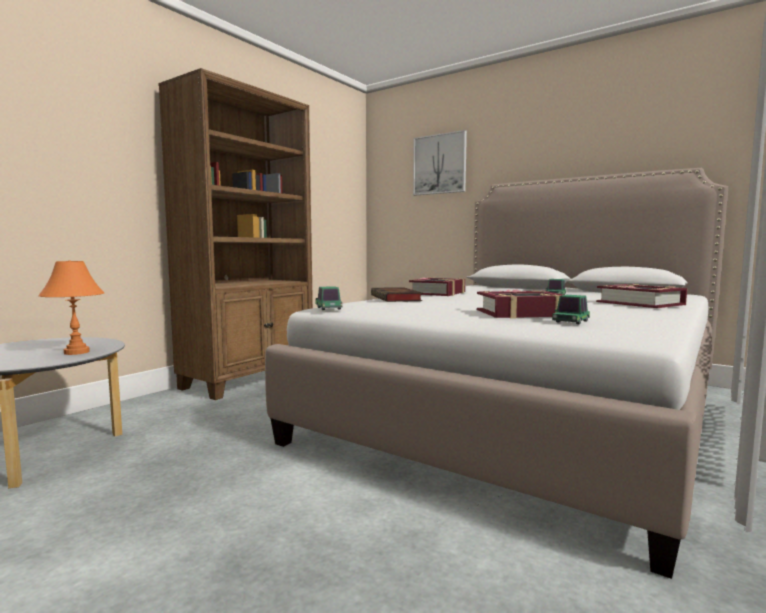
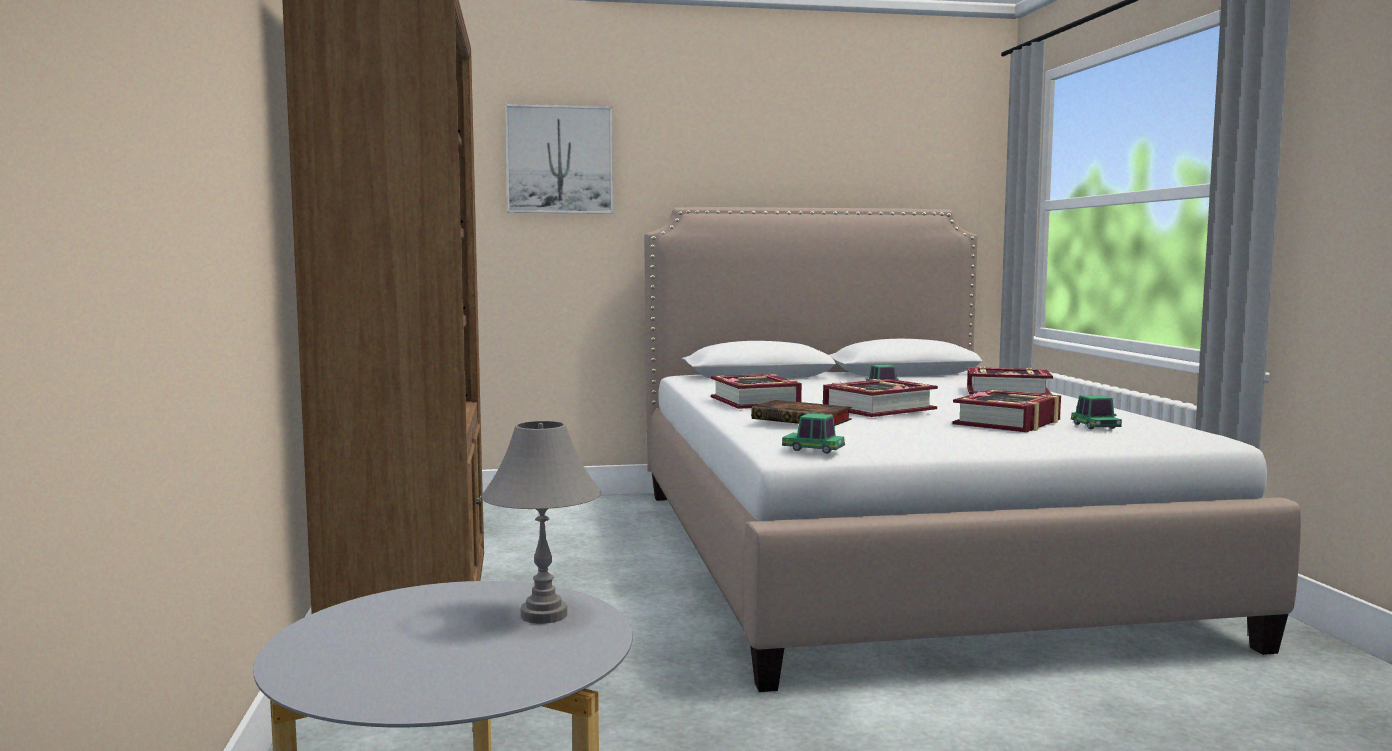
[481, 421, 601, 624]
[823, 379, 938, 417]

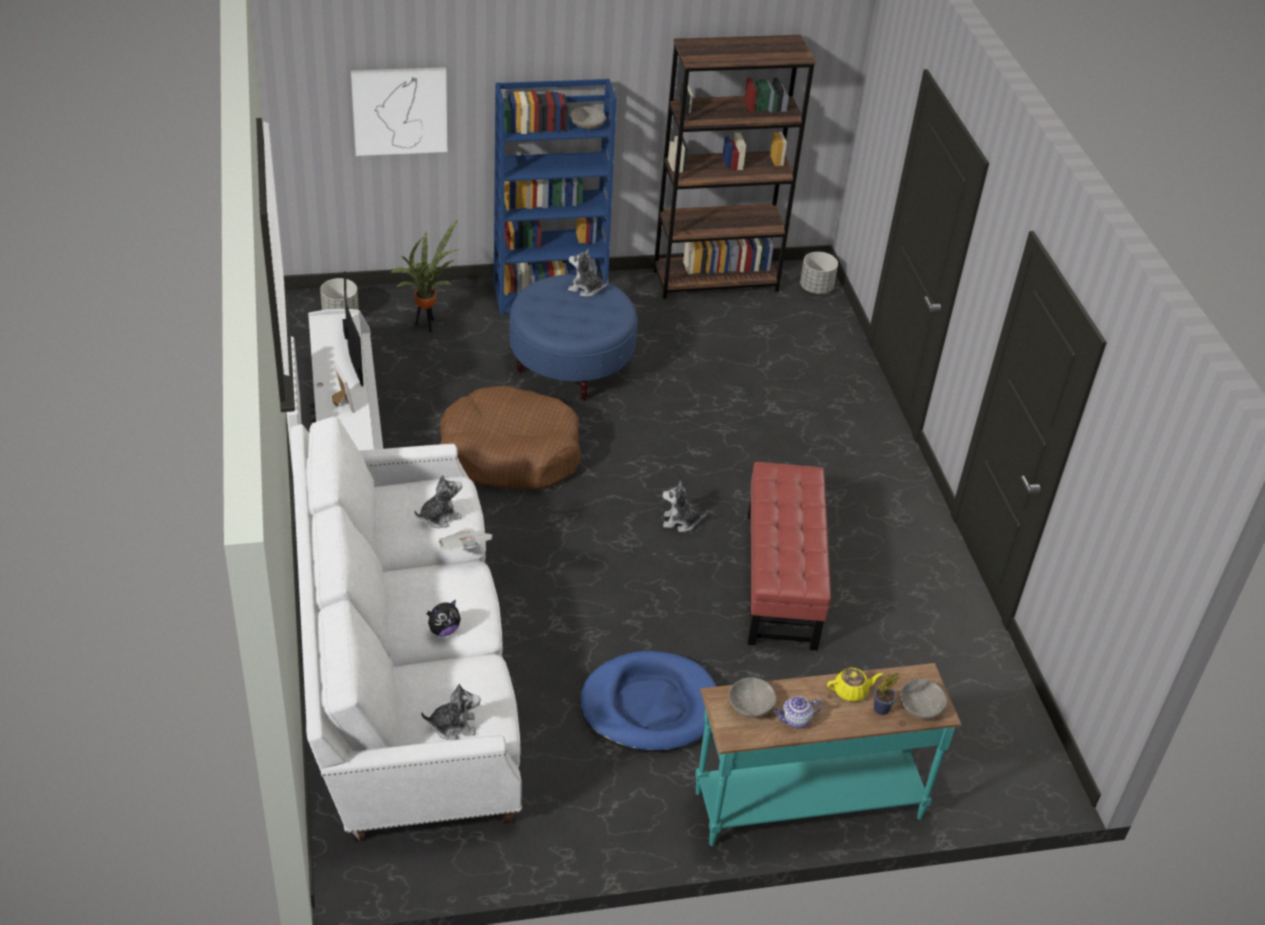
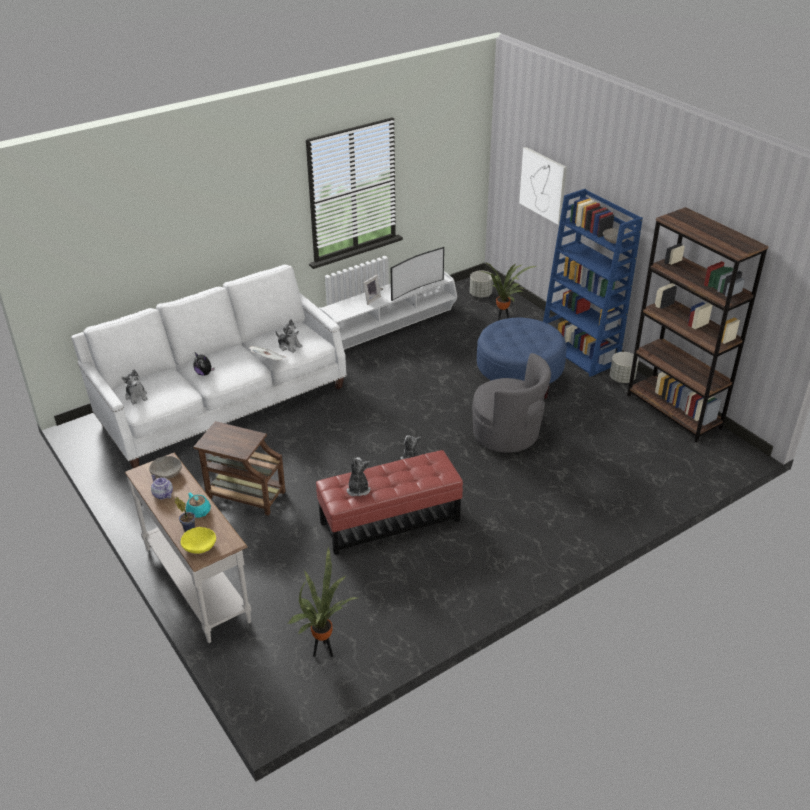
[346, 457, 371, 496]
[610, 352, 639, 383]
[440, 386, 581, 489] (first image)
[193, 421, 286, 516]
[125, 453, 251, 643]
[186, 493, 211, 518]
[181, 527, 216, 554]
[472, 353, 551, 453]
[287, 547, 358, 657]

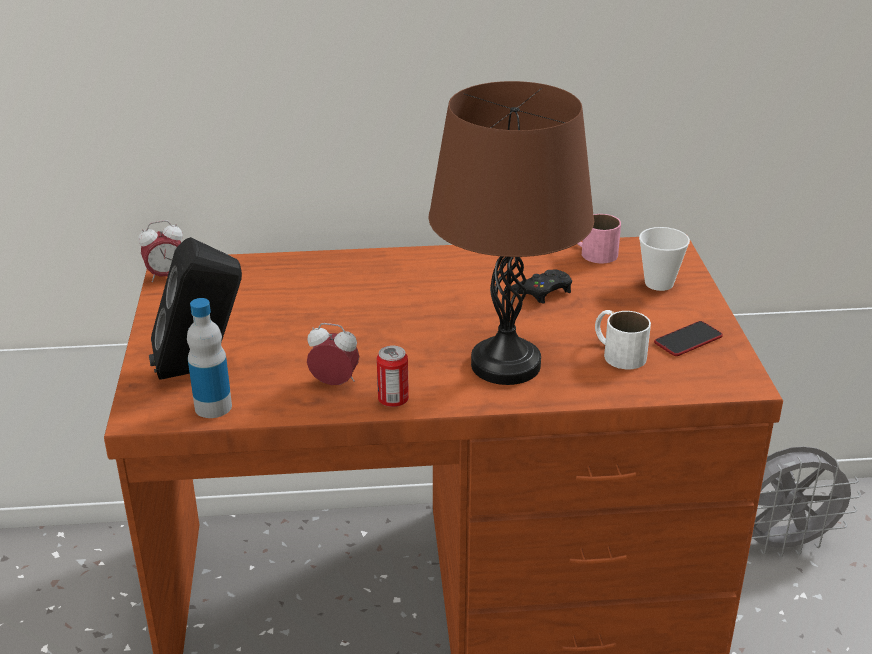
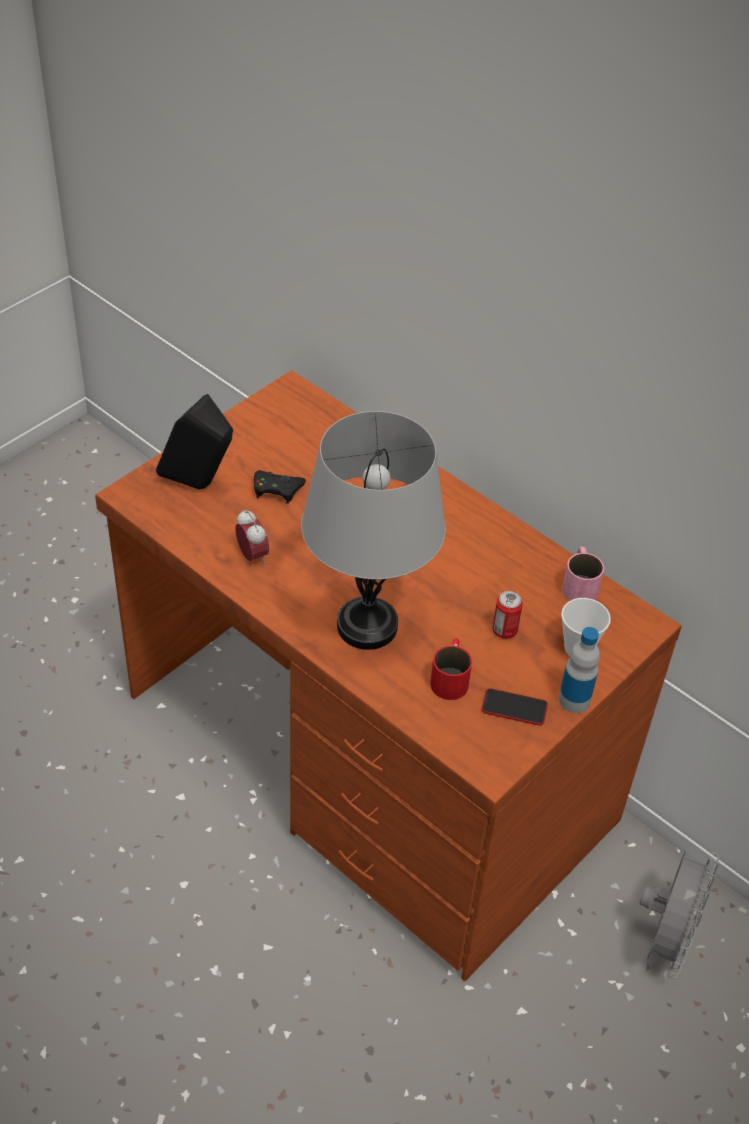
[301, 411, 446, 650]
[139, 220, 183, 282] (first image)
[254, 470, 306, 504]
[559, 627, 600, 713]
[430, 638, 472, 700]
[493, 591, 523, 639]
[639, 850, 719, 979]

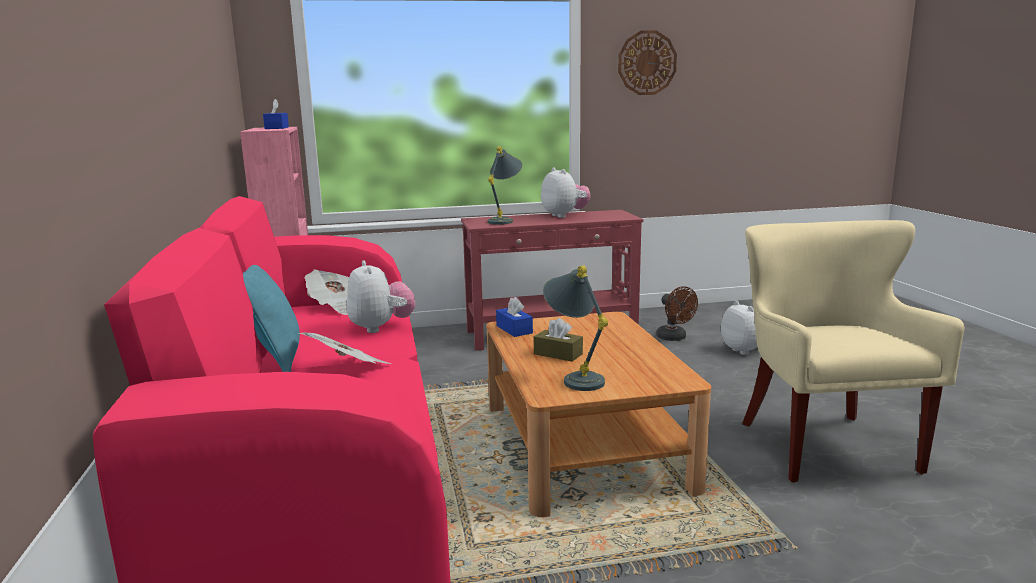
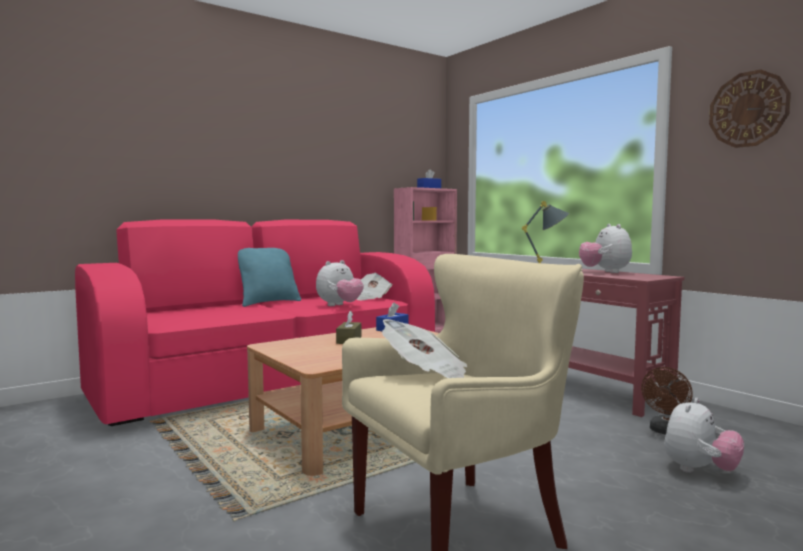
[579, 224, 632, 273]
[543, 266, 608, 391] (first image)
[382, 319, 467, 378]

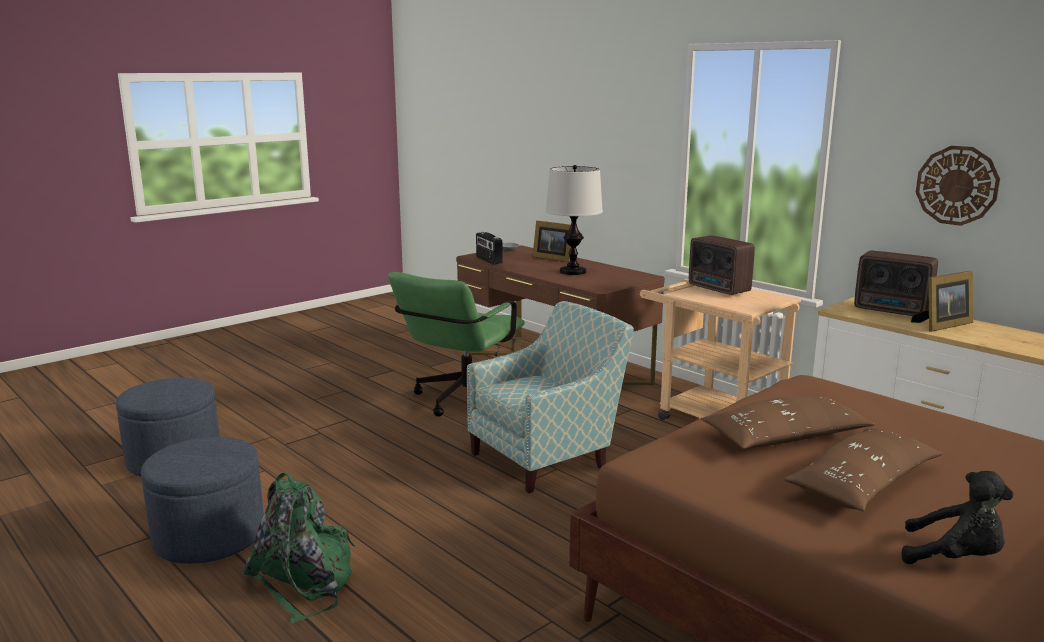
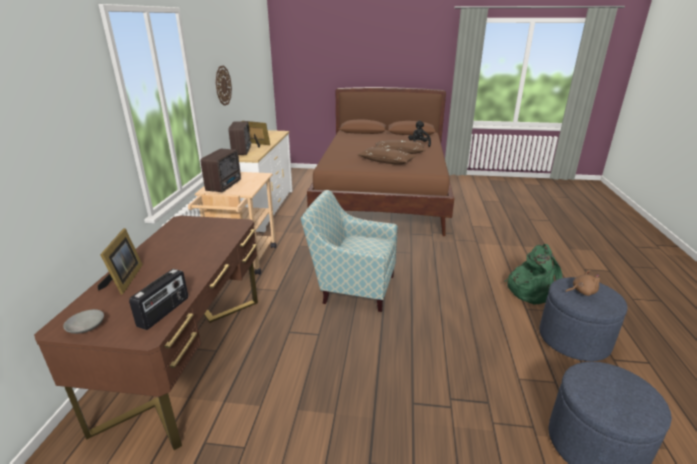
[546, 165, 603, 275] (first image)
[388, 272, 525, 417] (first image)
[565, 270, 600, 296]

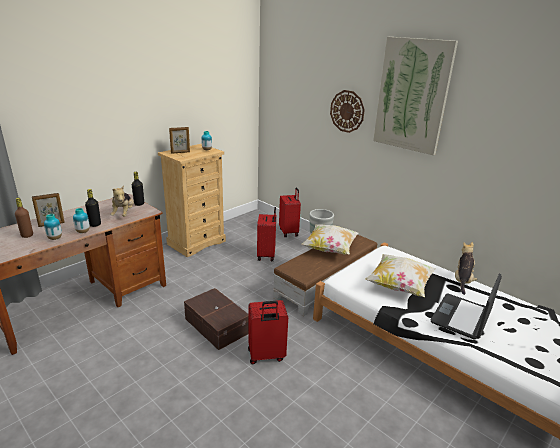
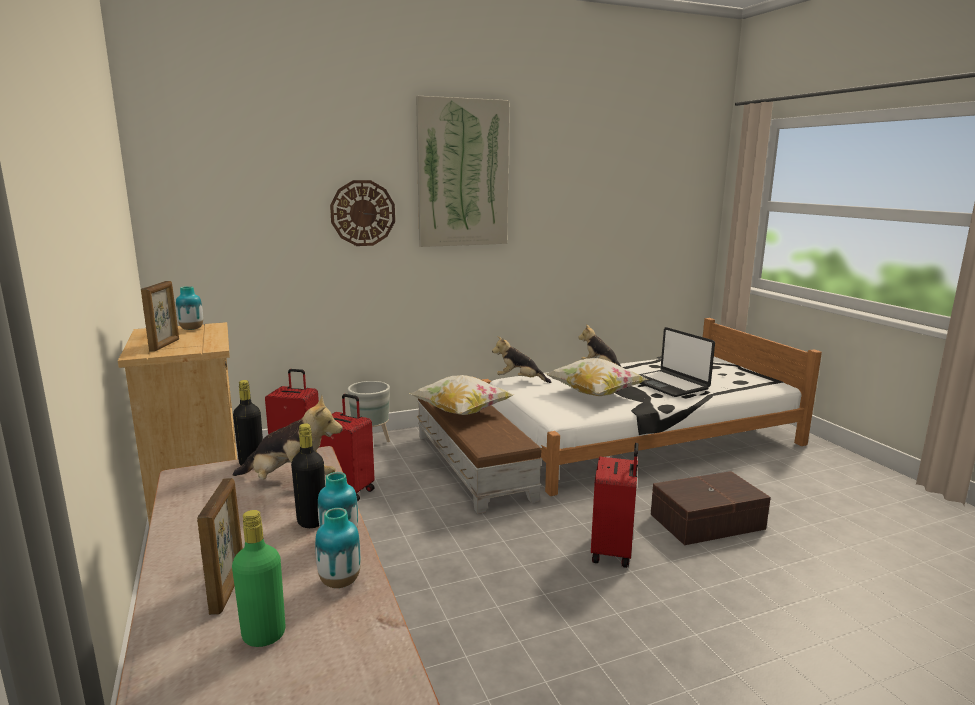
[232, 510, 286, 647]
[651, 471, 771, 545]
[492, 336, 551, 383]

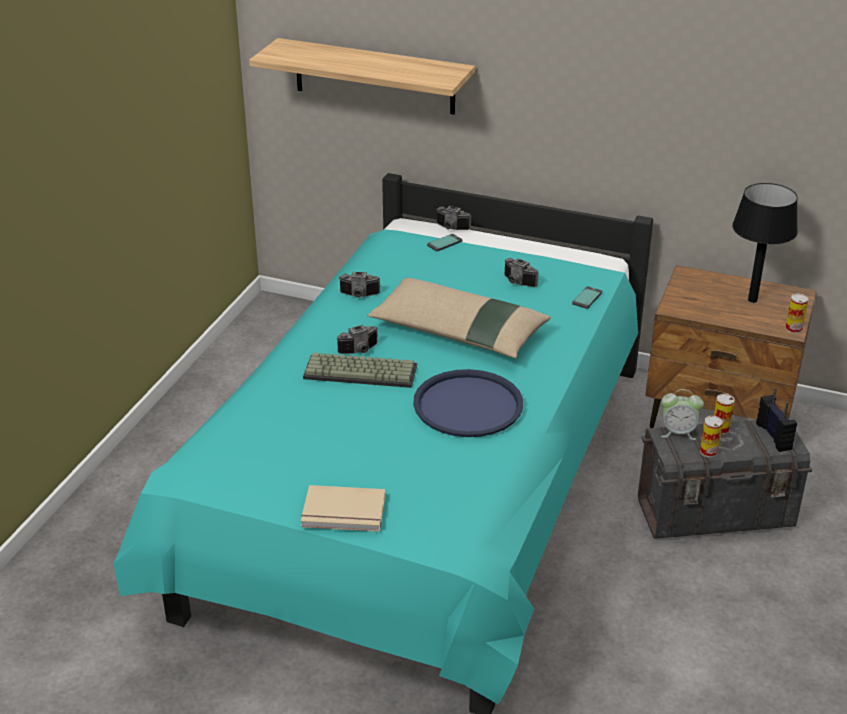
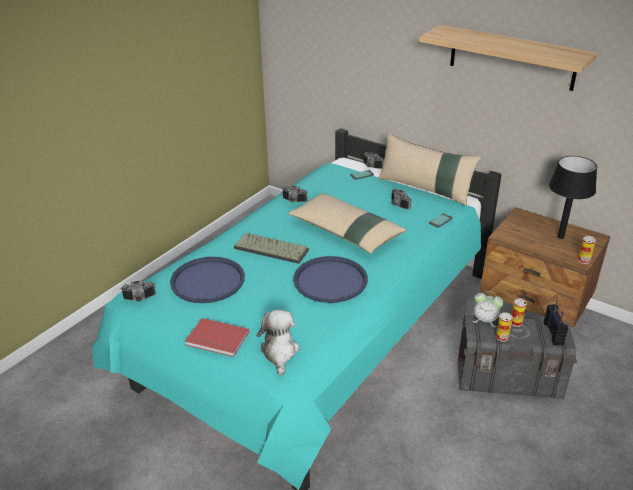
[419, 25, 598, 91]
[121, 280, 156, 302]
[185, 318, 249, 357]
[378, 133, 481, 206]
[170, 257, 245, 303]
[257, 310, 300, 376]

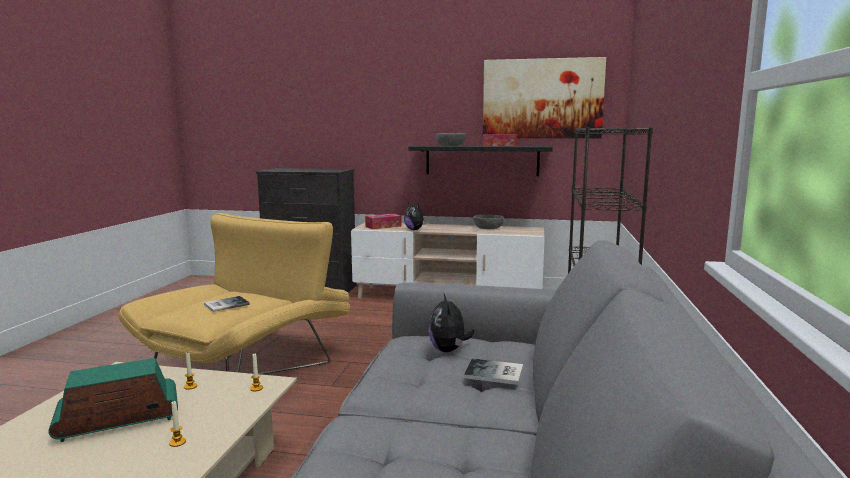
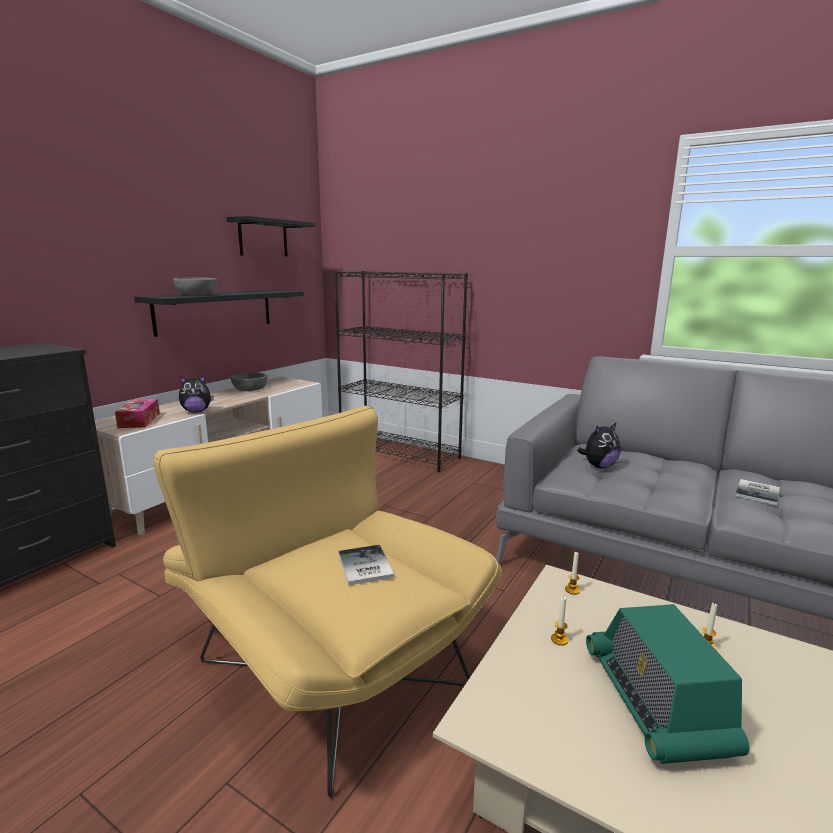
[227, 216, 315, 257]
[483, 134, 517, 146] (first image)
[577, 423, 621, 468]
[735, 479, 780, 505]

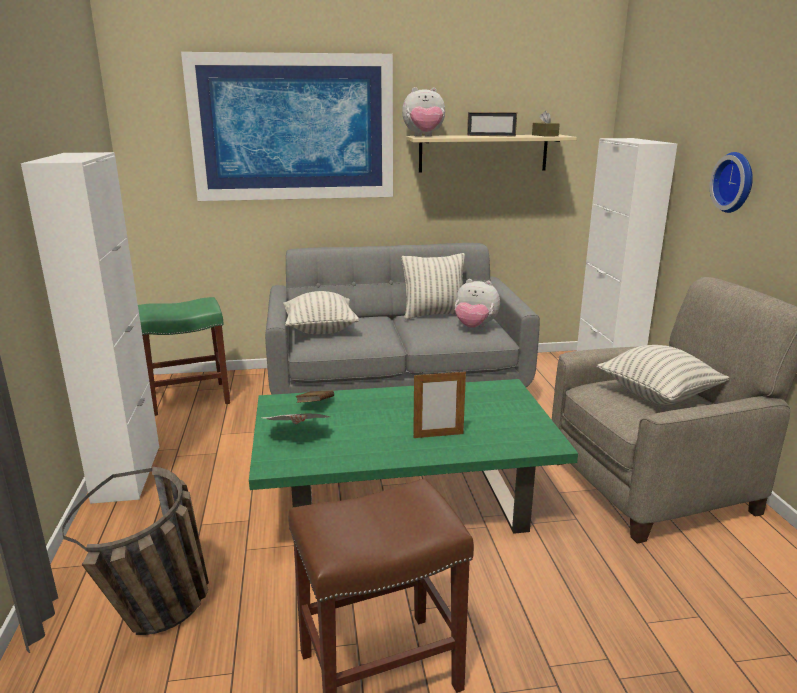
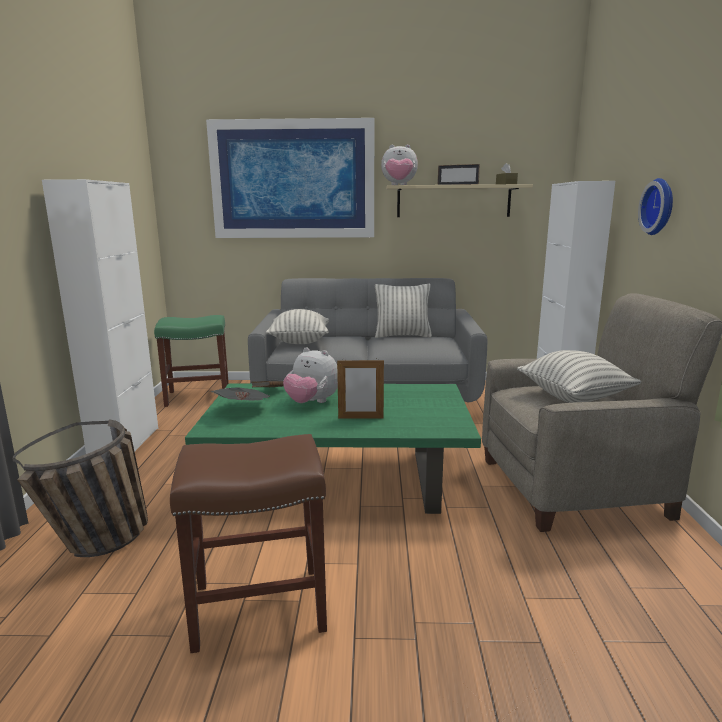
[283, 347, 338, 403]

